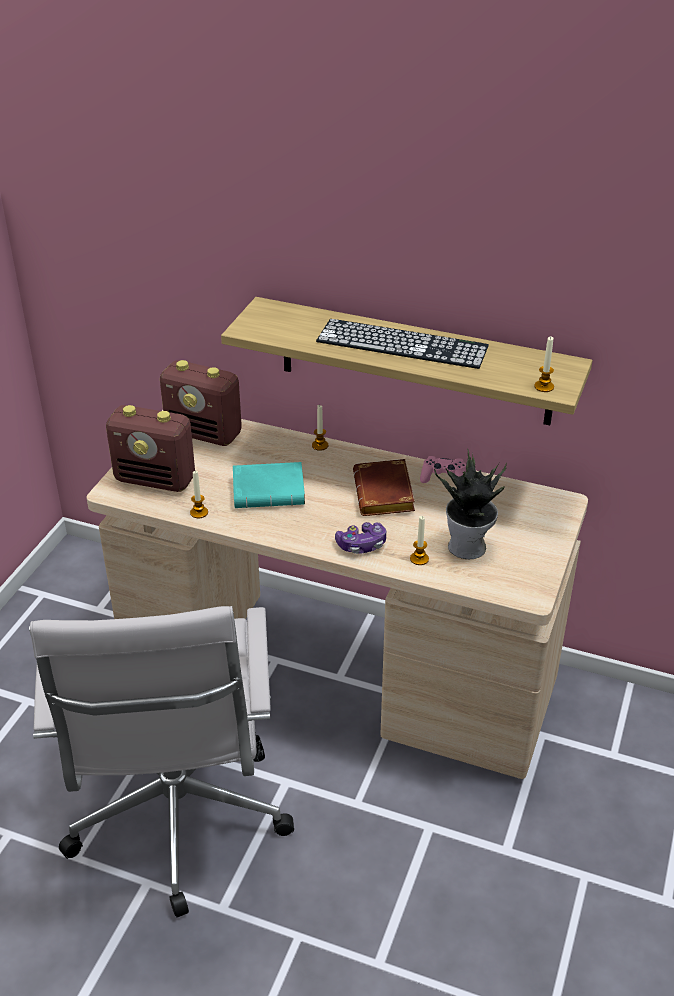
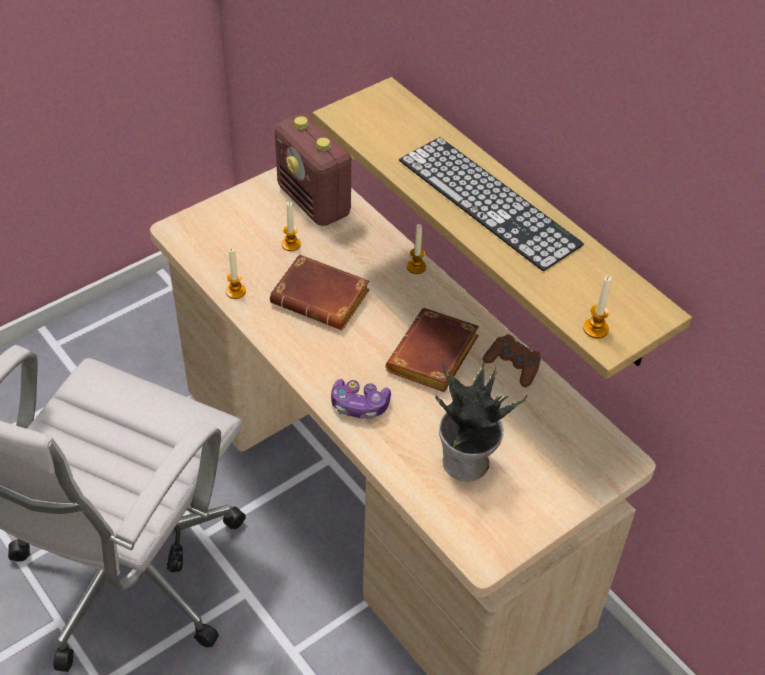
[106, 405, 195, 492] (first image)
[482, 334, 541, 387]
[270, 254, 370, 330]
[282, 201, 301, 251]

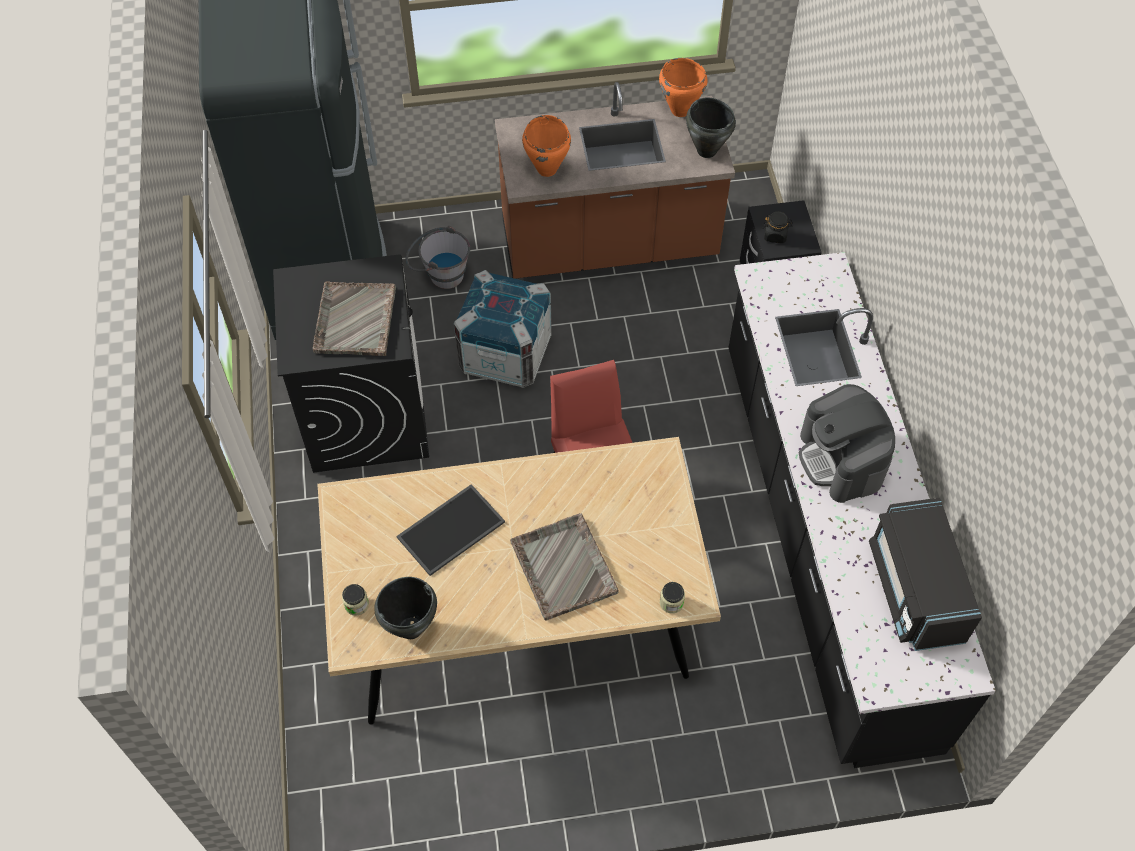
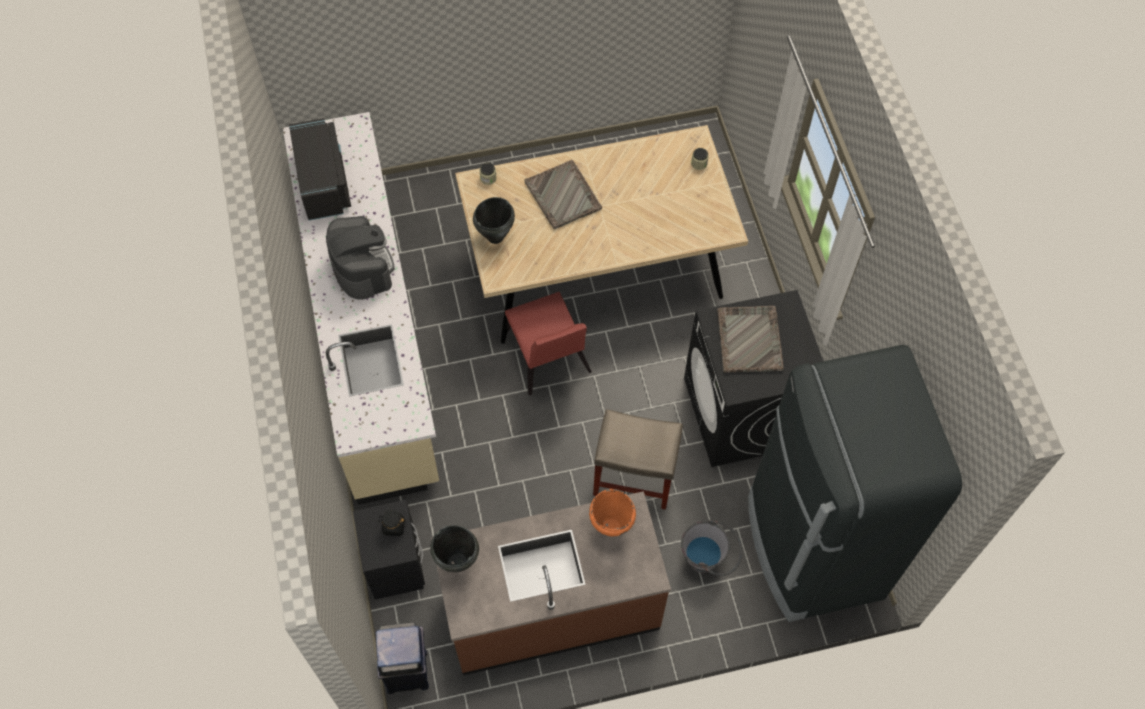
[659, 58, 708, 117] (first image)
[283, 112, 439, 505]
[593, 409, 683, 510]
[396, 484, 505, 576] (first image)
[473, 197, 515, 244]
[376, 622, 429, 694]

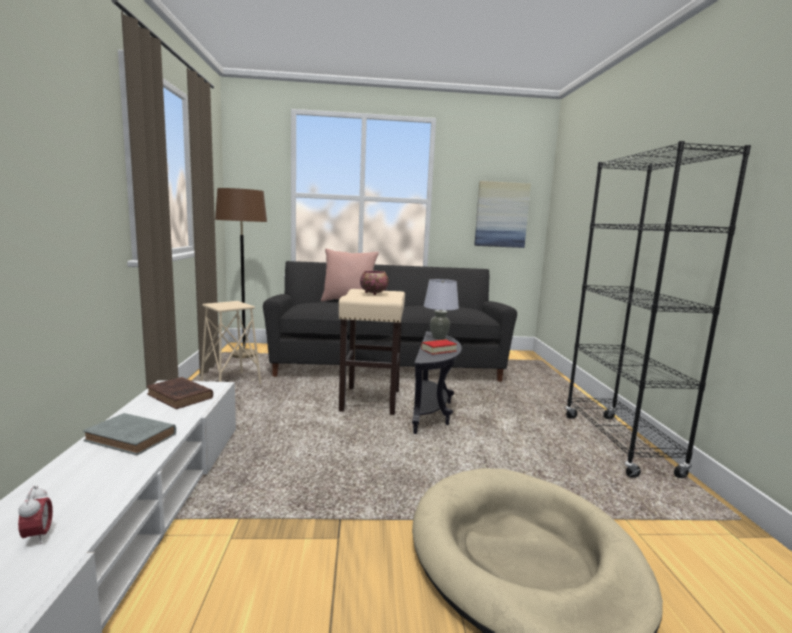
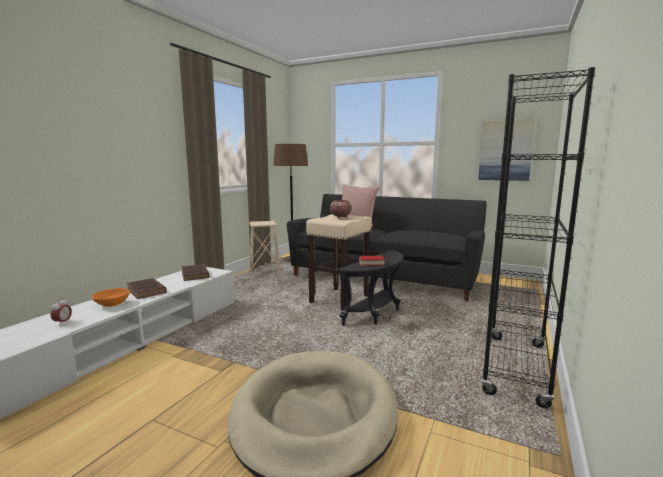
[424, 279, 459, 339] (first image)
[126, 278, 167, 299]
[92, 288, 130, 307]

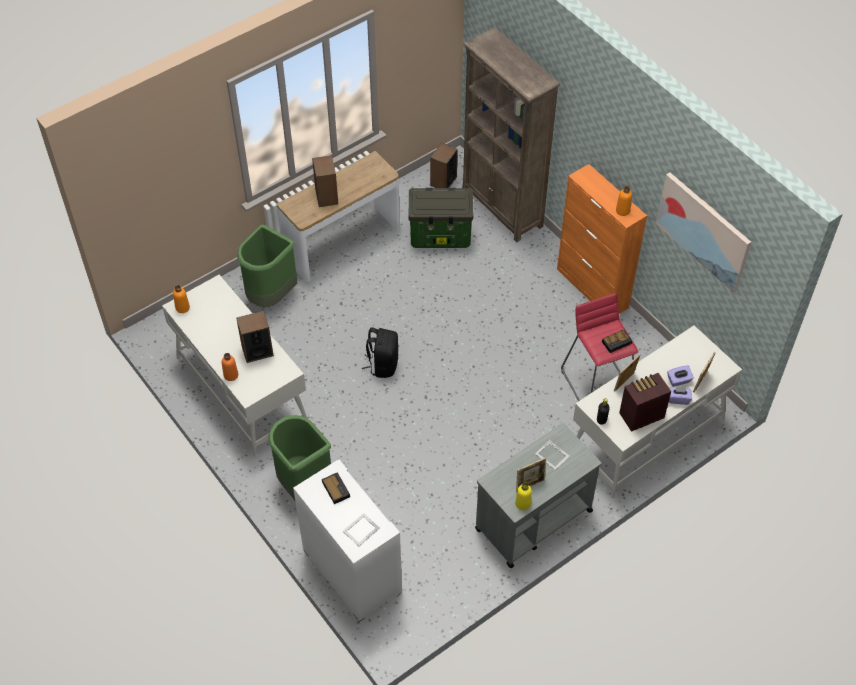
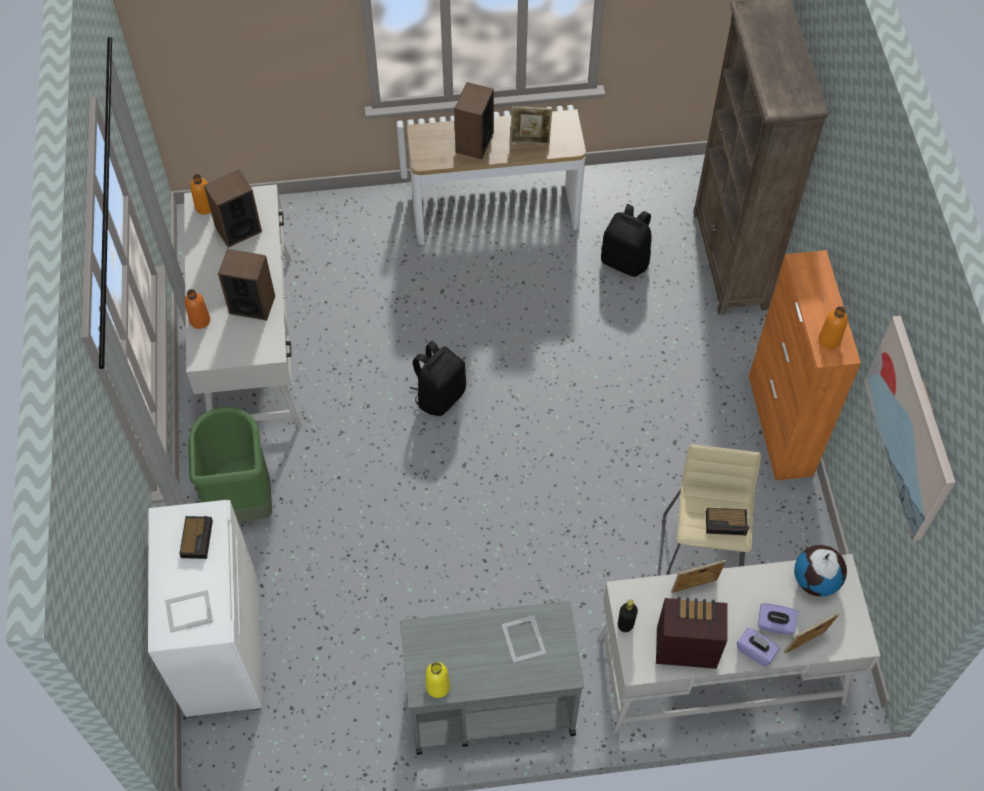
[204, 170, 262, 248]
[601, 204, 651, 277]
[237, 225, 297, 307] (first image)
[658, 444, 761, 576]
[510, 106, 553, 144]
[794, 545, 847, 597]

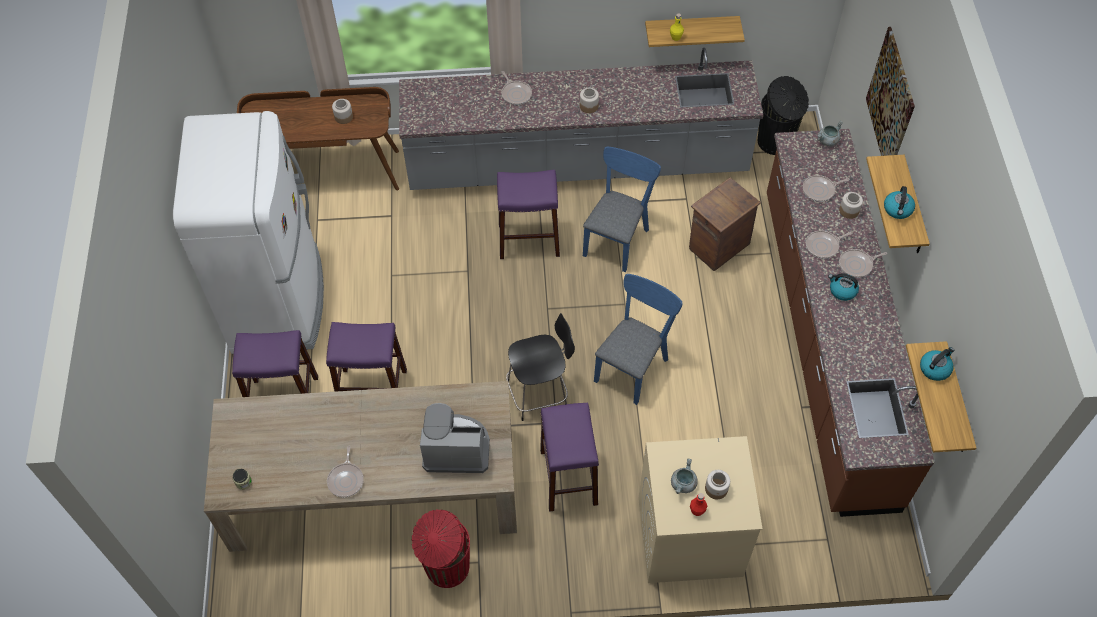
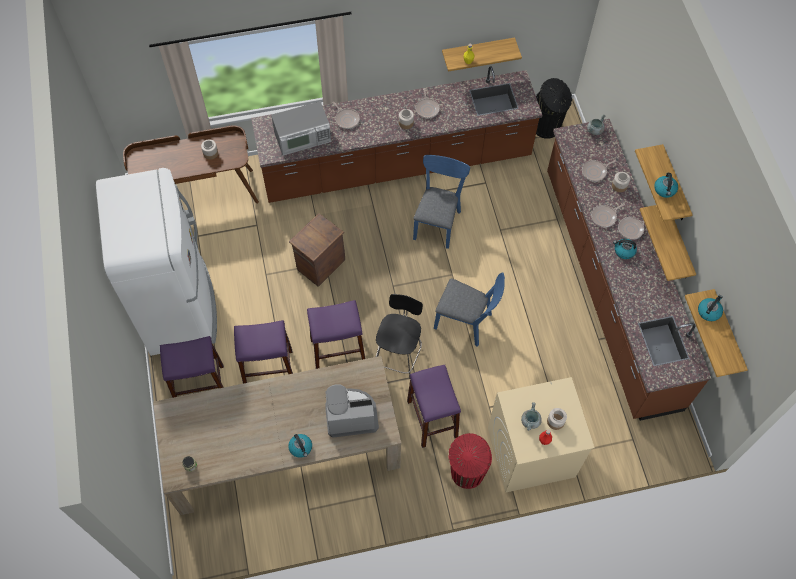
[866, 27, 915, 156] (first image)
[251, 66, 542, 203]
[307, 300, 365, 369]
[289, 213, 345, 287]
[434, 272, 505, 346]
[376, 294, 423, 377]
[416, 88, 440, 118]
[448, 433, 492, 489]
[271, 101, 331, 156]
[639, 205, 696, 281]
[288, 434, 312, 458]

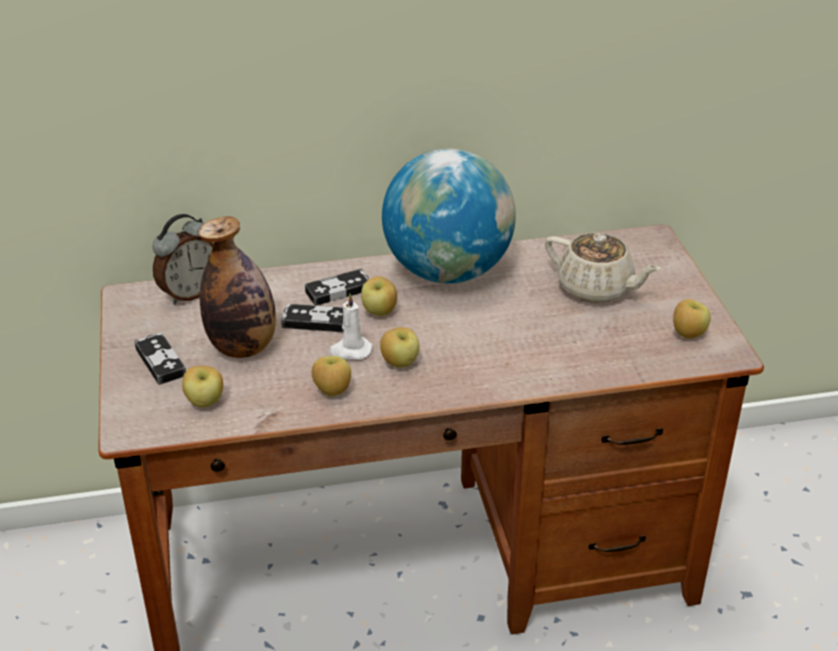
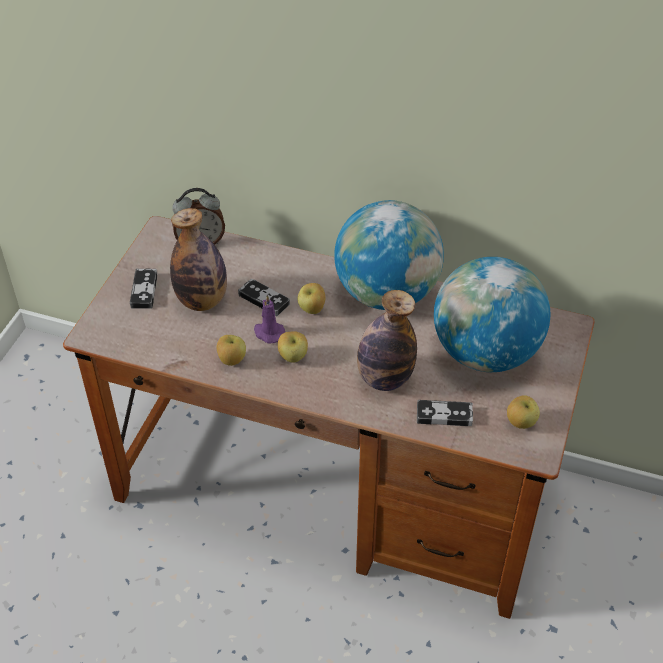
[434, 257, 550, 372]
[417, 400, 473, 426]
[254, 295, 285, 343]
[182, 366, 223, 408] (first image)
[357, 290, 417, 391]

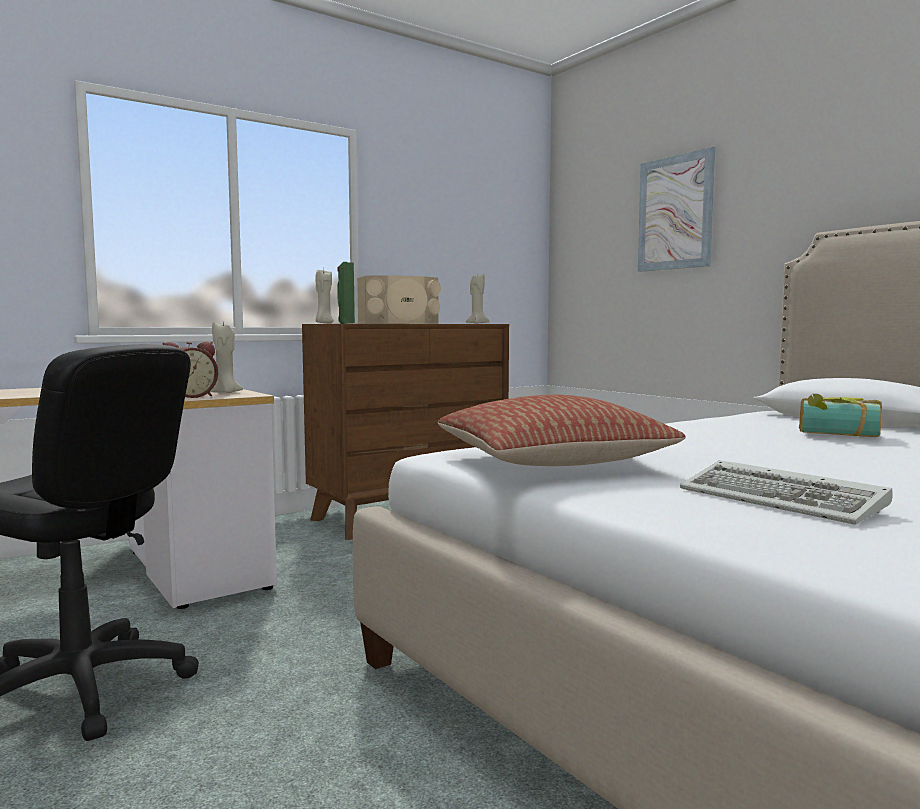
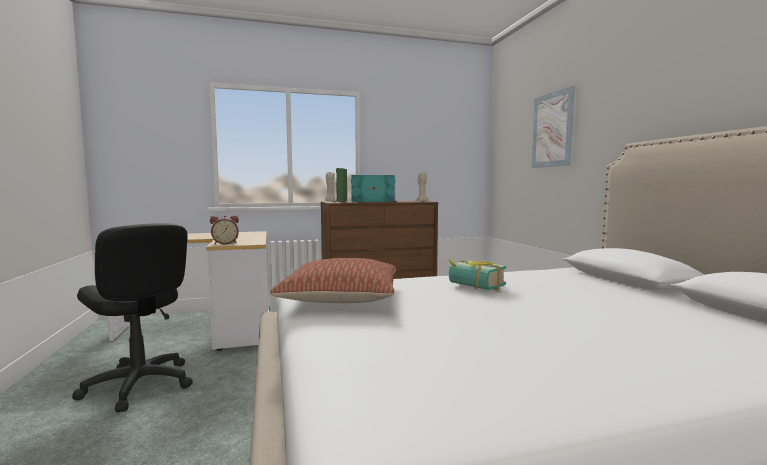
[351, 175, 395, 202]
[210, 322, 243, 393] (first image)
[449, 259, 506, 290]
[680, 460, 893, 525] (first image)

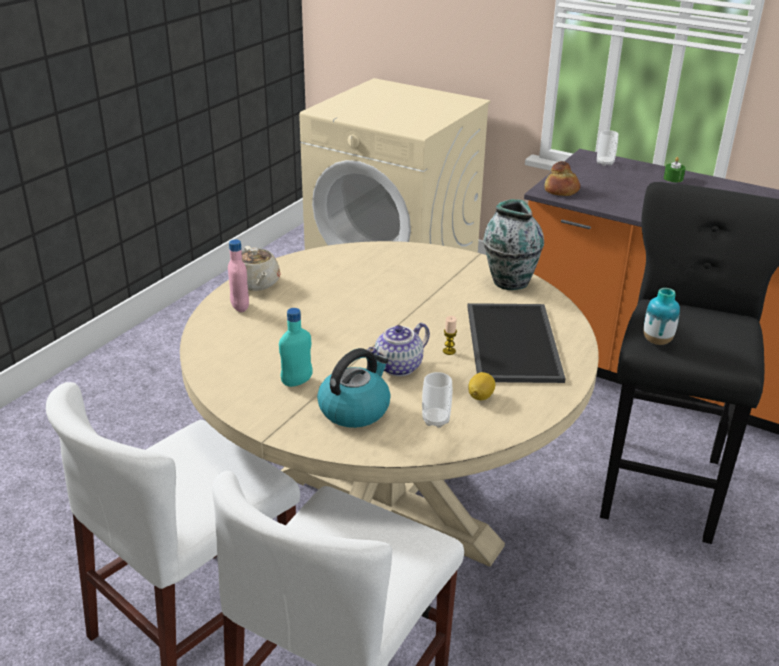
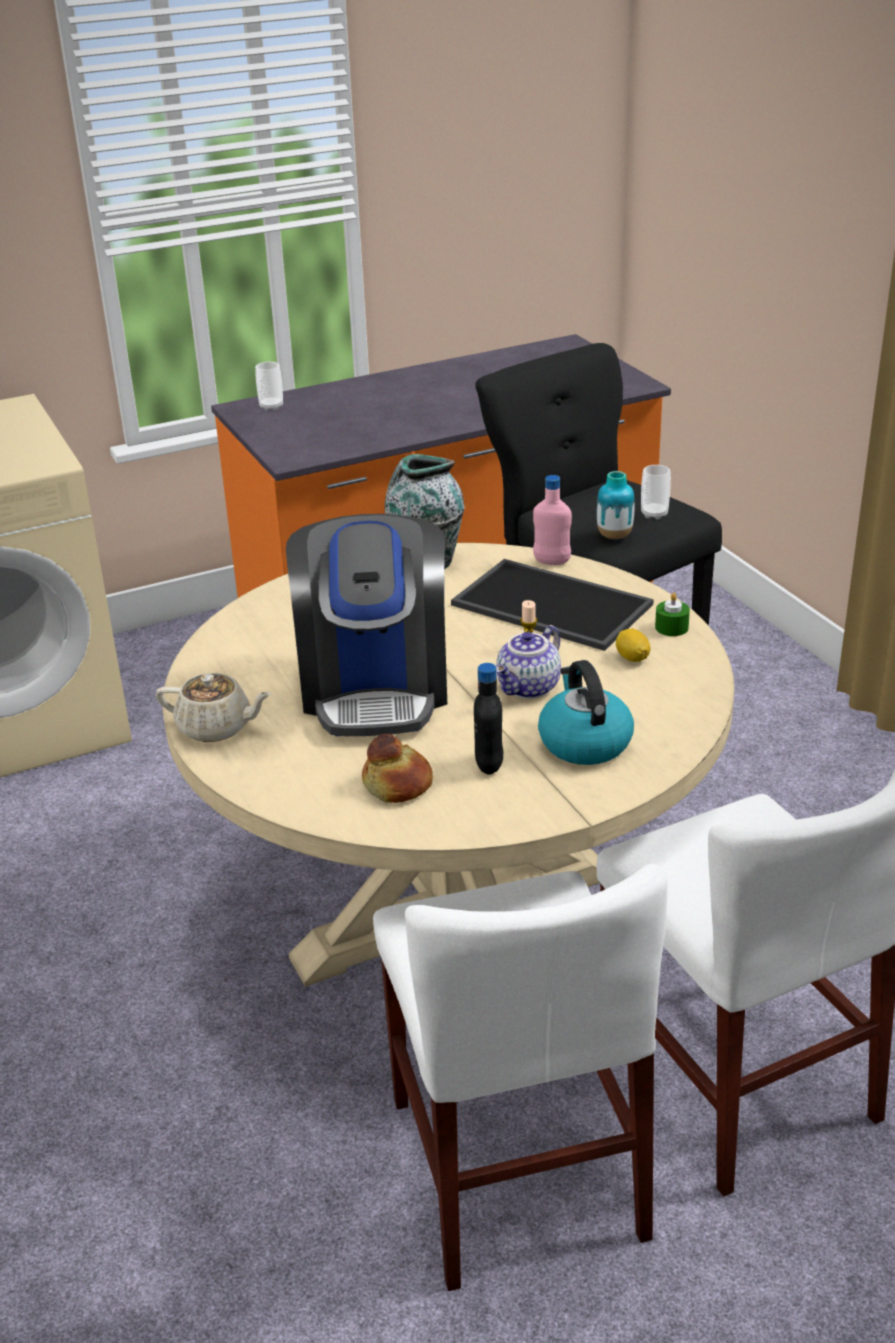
[655, 593, 690, 636]
[362, 734, 433, 803]
[533, 475, 572, 565]
[474, 663, 503, 775]
[496, 625, 561, 699]
[641, 465, 671, 519]
[286, 514, 447, 736]

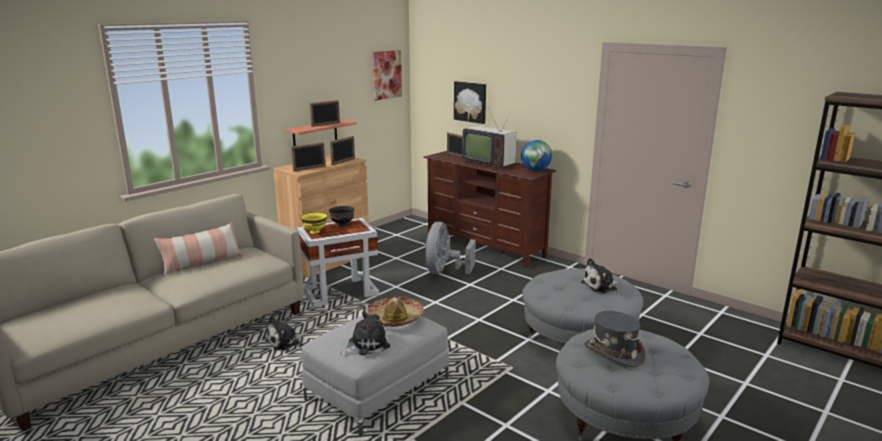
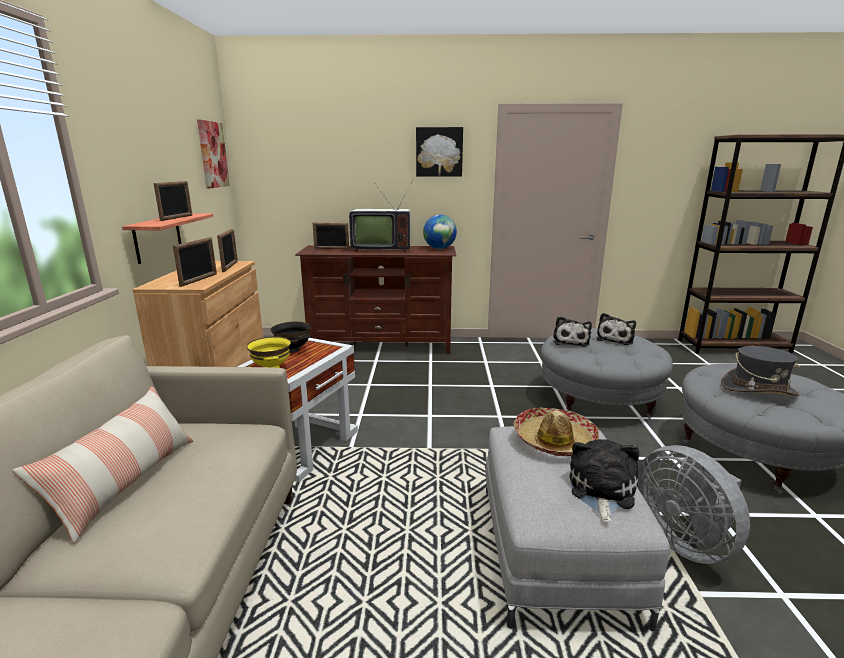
[416, 127, 463, 177]
[637, 445, 750, 564]
[553, 316, 592, 347]

